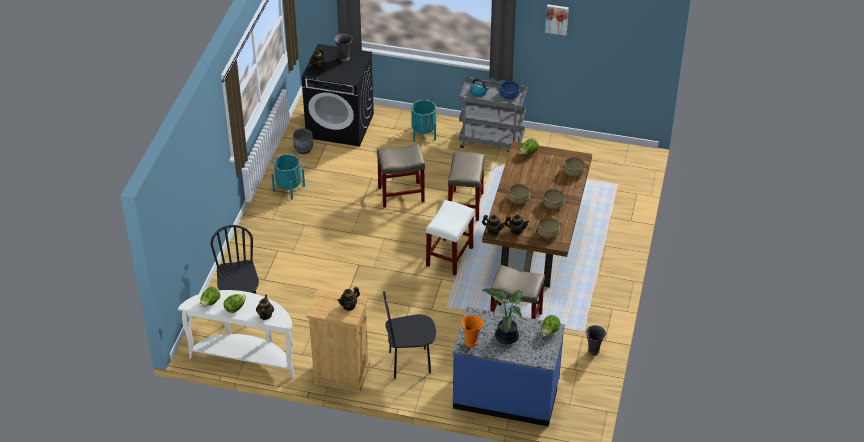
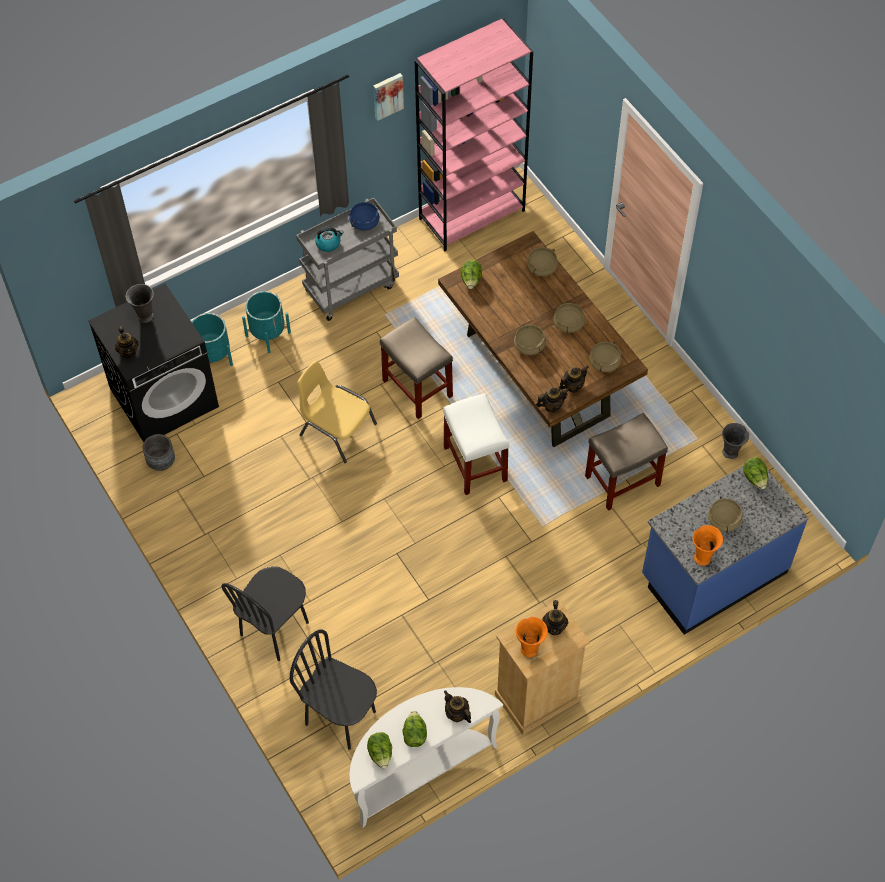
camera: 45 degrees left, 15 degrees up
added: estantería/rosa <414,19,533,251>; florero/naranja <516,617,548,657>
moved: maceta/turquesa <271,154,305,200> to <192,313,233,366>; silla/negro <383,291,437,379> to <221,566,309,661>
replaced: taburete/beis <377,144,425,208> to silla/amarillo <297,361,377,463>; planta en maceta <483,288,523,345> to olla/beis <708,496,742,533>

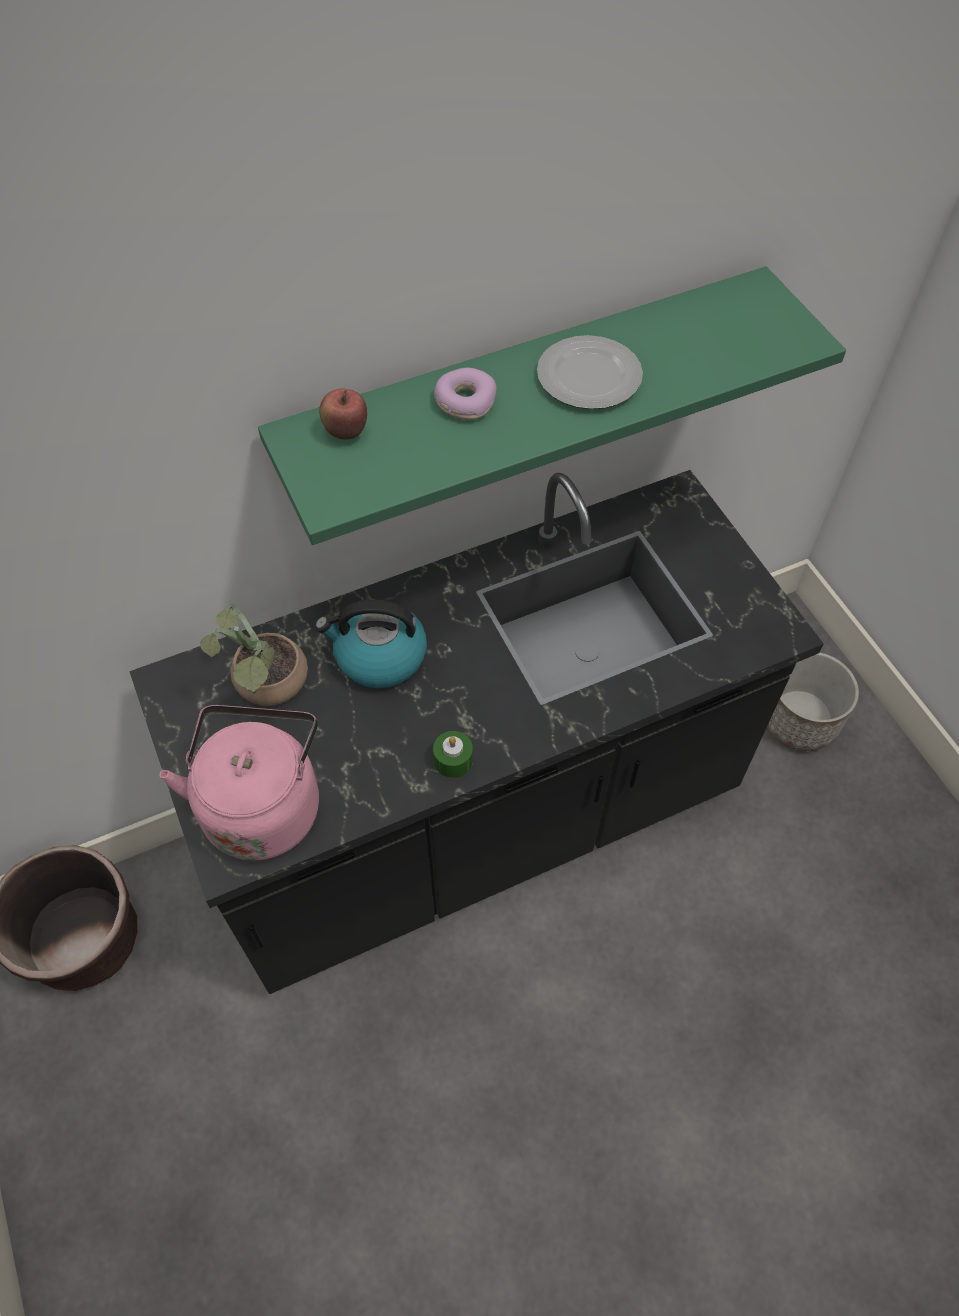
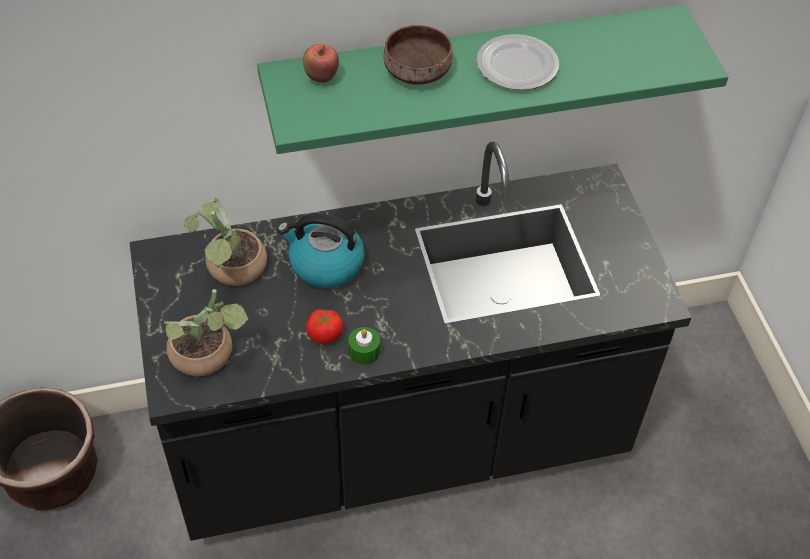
camera: 10 degrees right, 5 degrees down
removed: maceta <767,653,859,751>
added: tomate <306,309,343,344>
replaced: hervidor/rosa <160,705,319,861> to planta en maceta <164,289,250,377>; rosquilla <434,368,497,420> to cuenco/marrón <384,25,452,85>

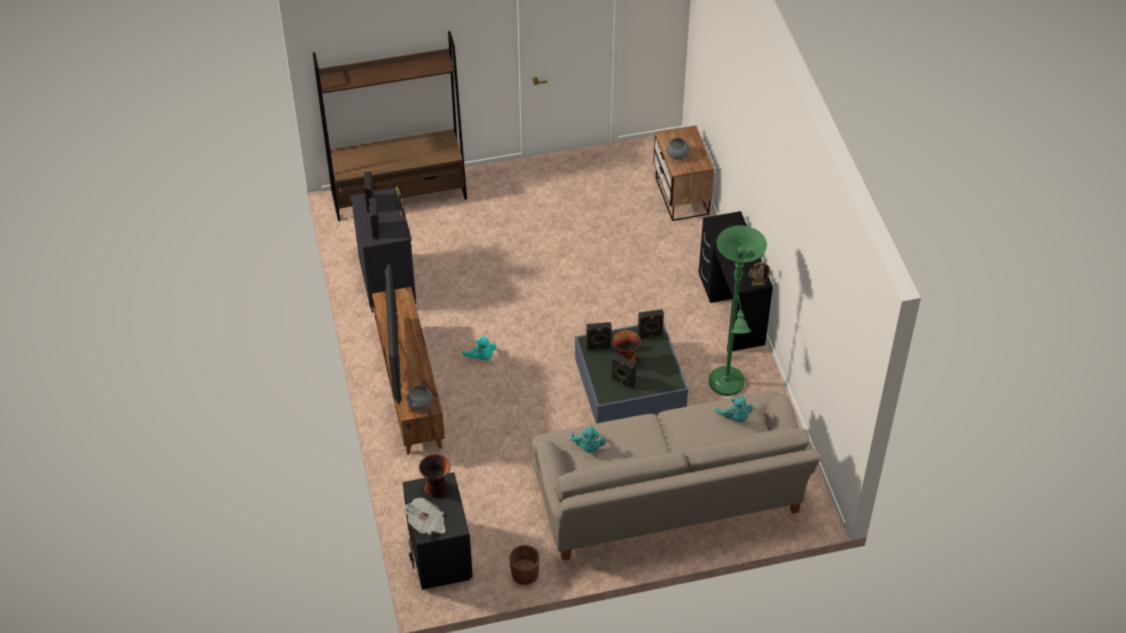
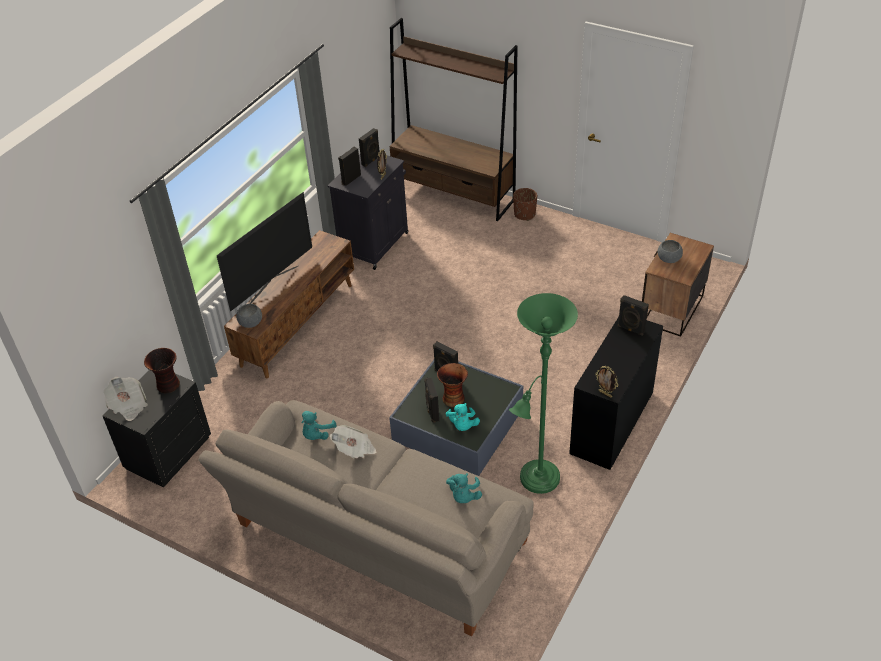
camera: 45 degrees right, 5 degrees down
added: periódico <330,425,377,459>
moved: peluche/turquesa <462,336,496,360> to <446,403,480,431>; maceta/marrón <509,545,540,585> to <513,188,537,221>; altavoz/negro <638,309,664,339> to <618,295,649,336>

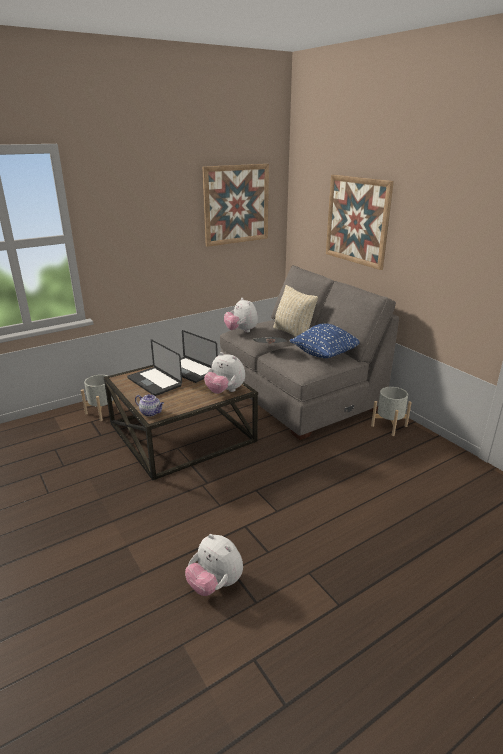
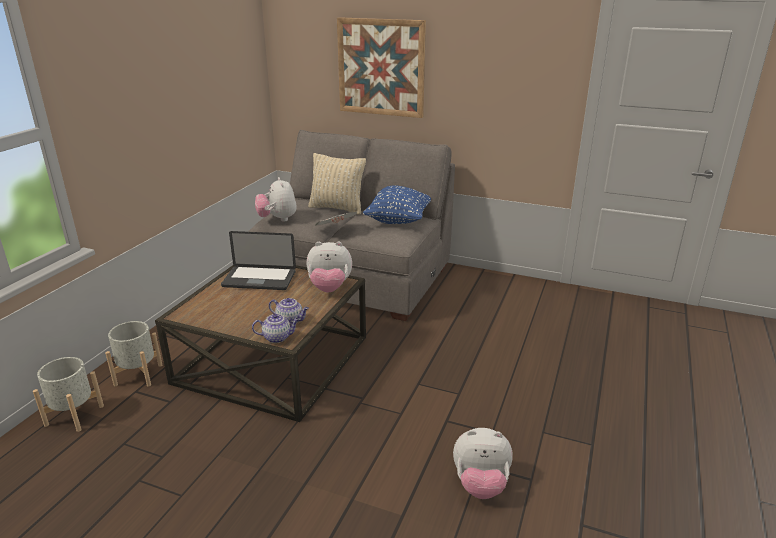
camera: 35 degrees left, 0 degrees up
removed: portátil <127,339,182,396>; cuadro <202,164,269,247>
added: tetera <269,298,309,323>
moved: maceta/gris <371,387,412,436> to <33,357,104,432>
turned: peluche <224,298,258,333> = <255,177,296,221> 45 degrees clockwise

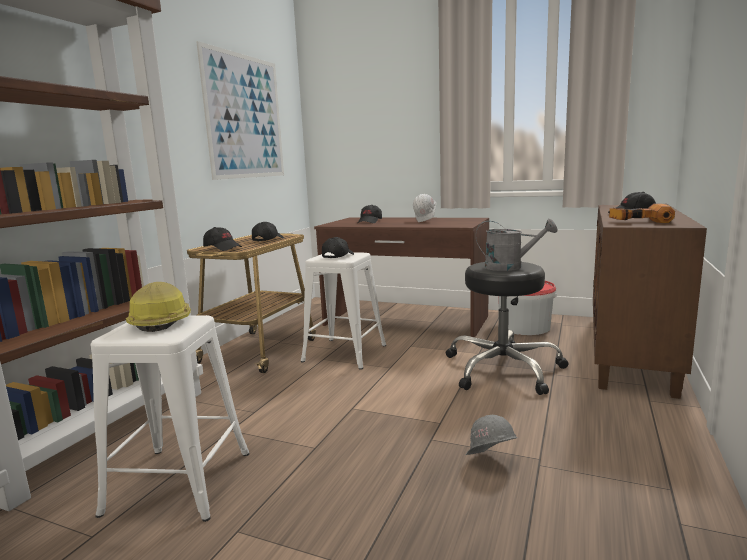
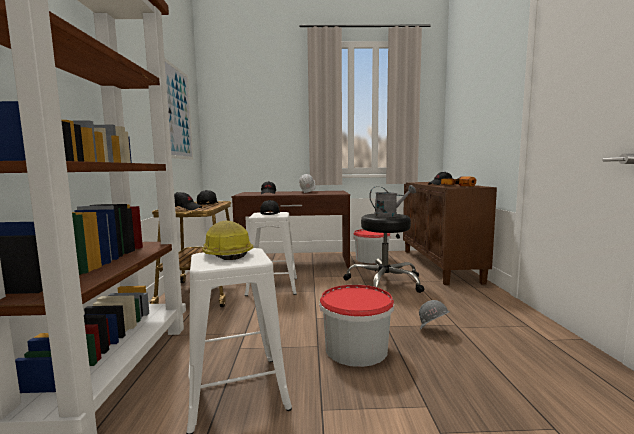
camera: 25 degrees left, 5 degrees down
added: cubo <319,285,394,367>

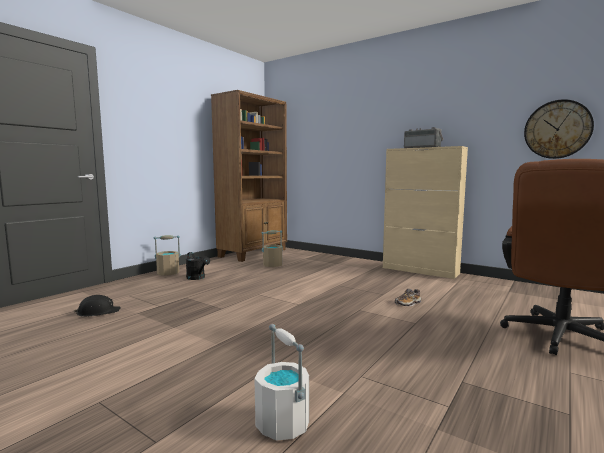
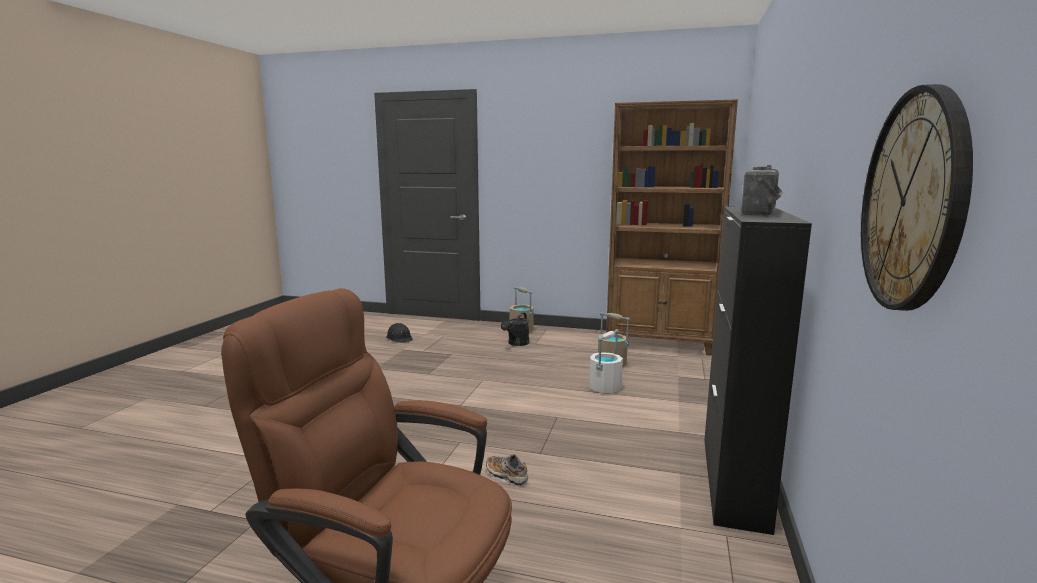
camera: 70 degrees right, 5 degrees up
moved: cubo/blanco <254,324,309,440> to <589,329,623,393>
recoloured: armario/beis <383,146,468,279> to armario/negro <704,207,812,535>

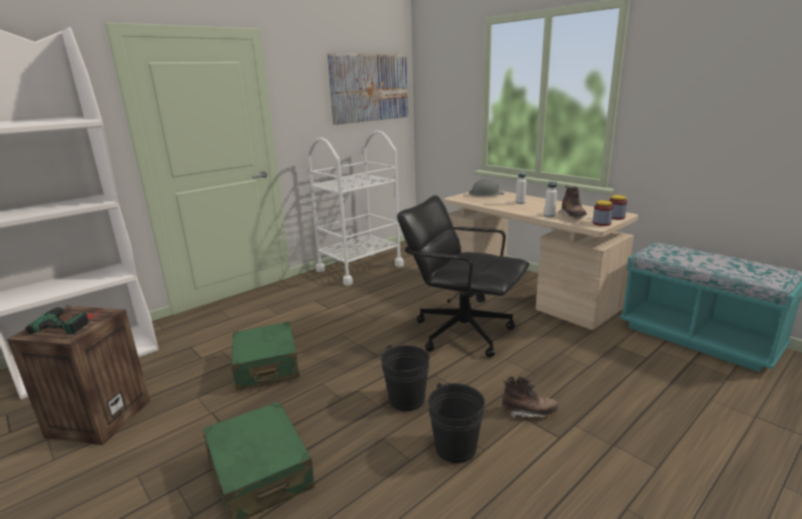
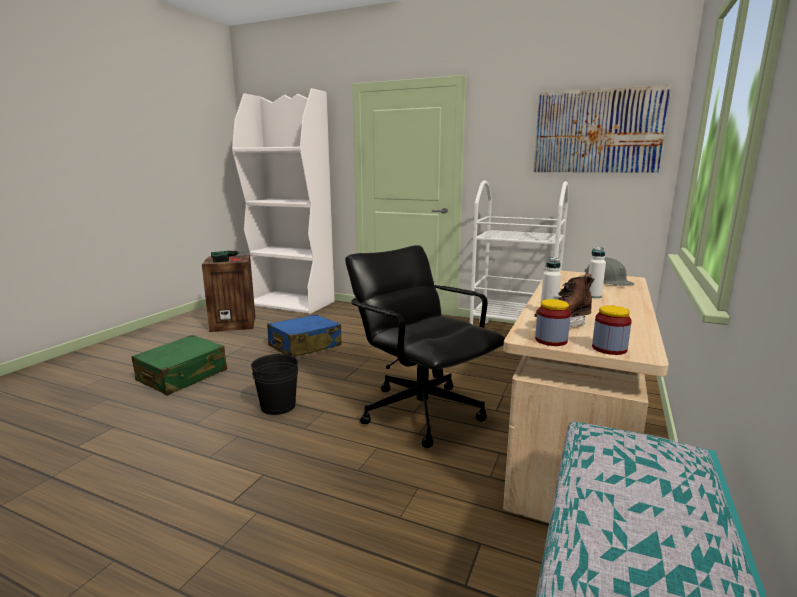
camera: 65 degrees right, 5 degrees down
removed: cubo/negro <428,383,485,463>; bota/marrón <502,376,559,418>
recoloured: maleta/verde <231,322,300,391> to maleta/azul <267,314,342,357>
turned: silla de oficina/negro <397,195,529,357> = <345,245,505,448> 45 degrees counterclockwise

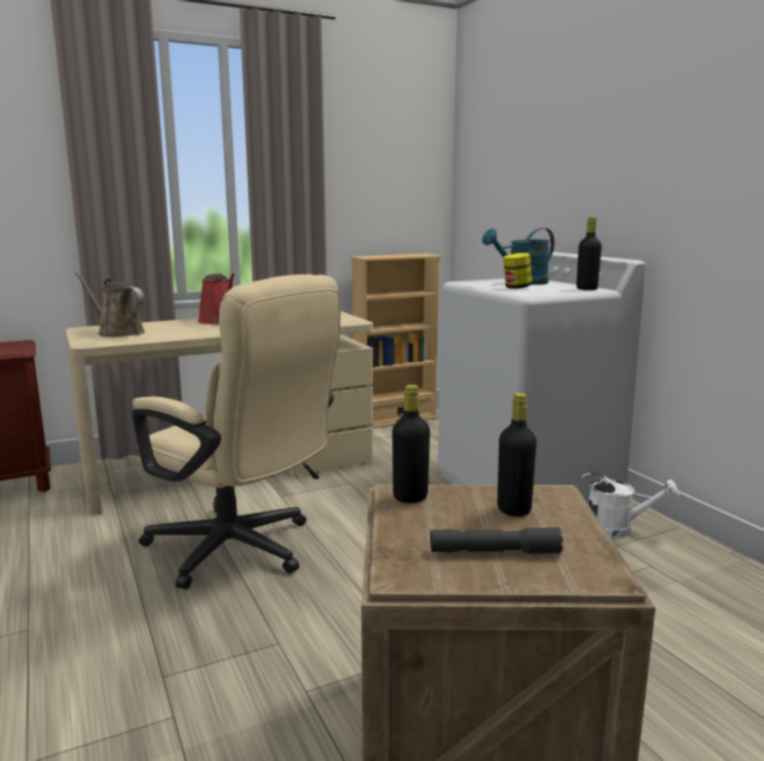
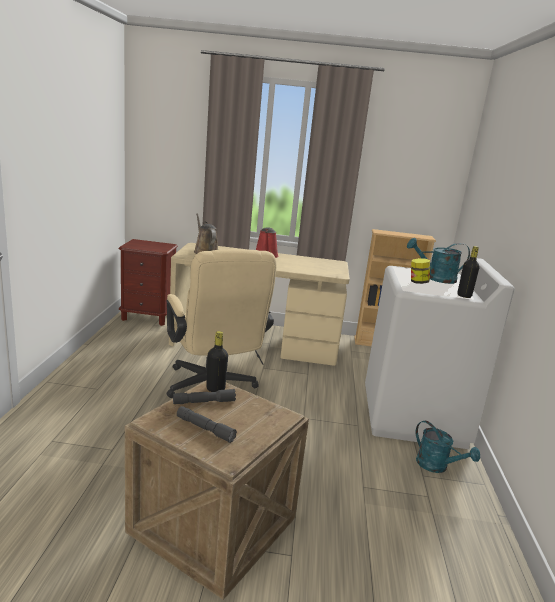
camera: 30 degrees right, 5 degrees up
removed: botella/negro <497,393,537,517>
added: linterna/gris <173,389,236,404>
recoloured: regadera/blanco <576,472,679,538> to regadera/turquesa <415,421,480,473>

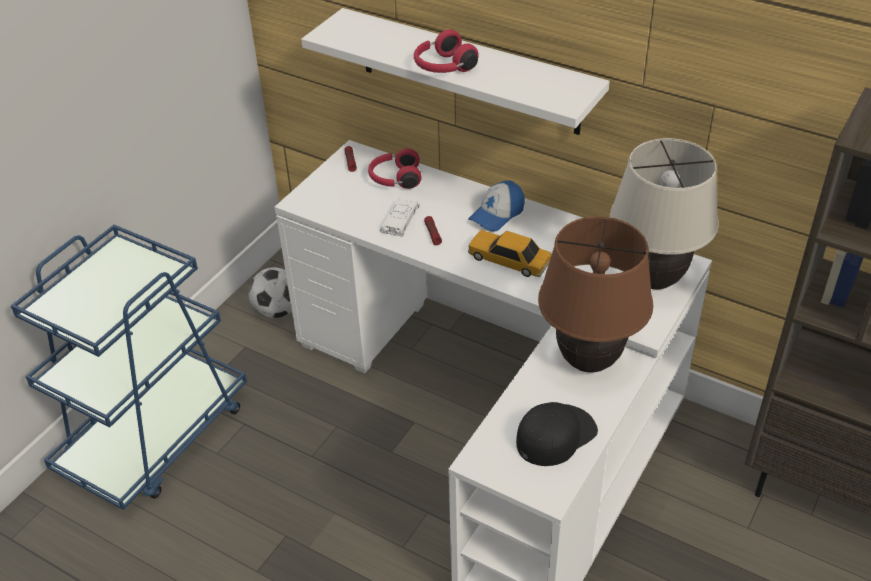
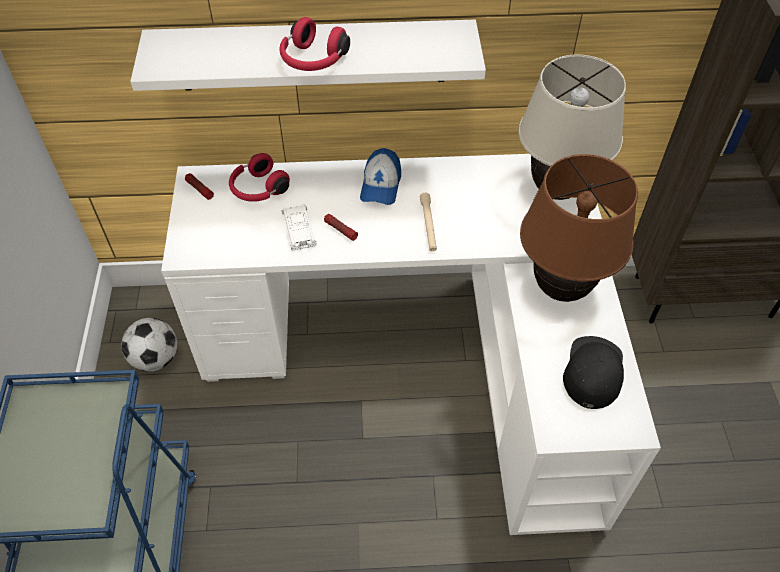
camera: 35 degrees left, 10 degrees up
replaced: coche de juguete <468,230,551,277> to linterna/beis <420,193,437,251>

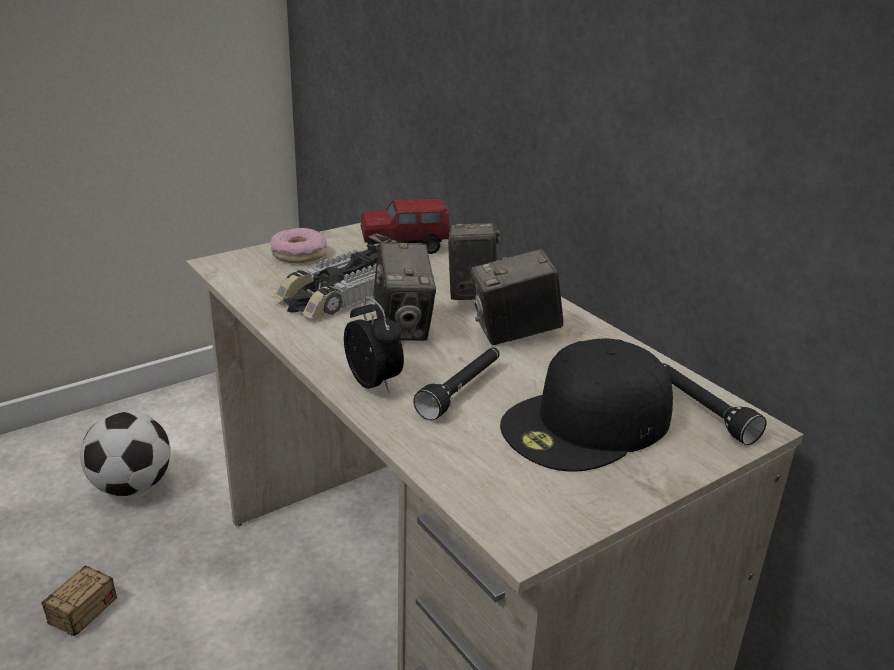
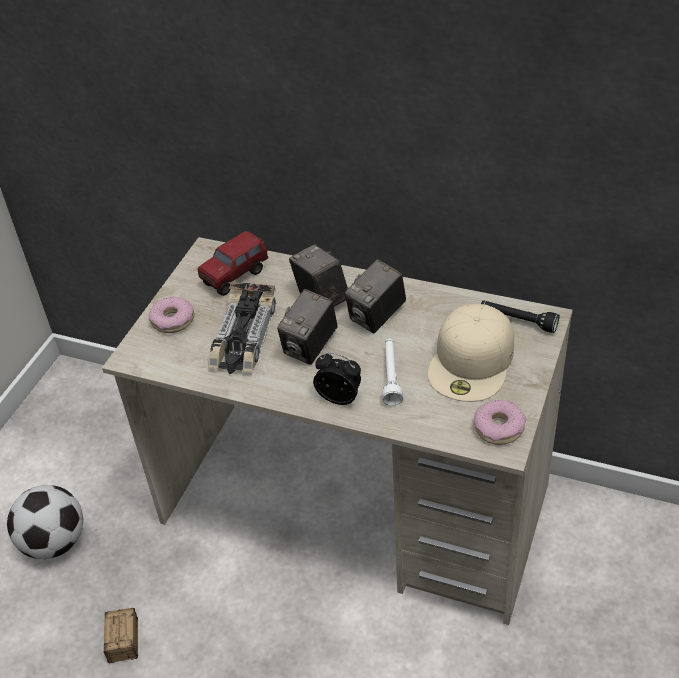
camera: 30 degrees left, 15 degrees up
added: rosquilla <474,400,526,445>
recoloured: linterna/negro <413,348,500,420> to linterna/blanco <382,339,403,406>; gorra/negro <500,338,673,472> to gorra/beis <428,304,514,402>
turned: cámara <373,242,436,341> = <277,289,338,365> 75 degrees clockwise

